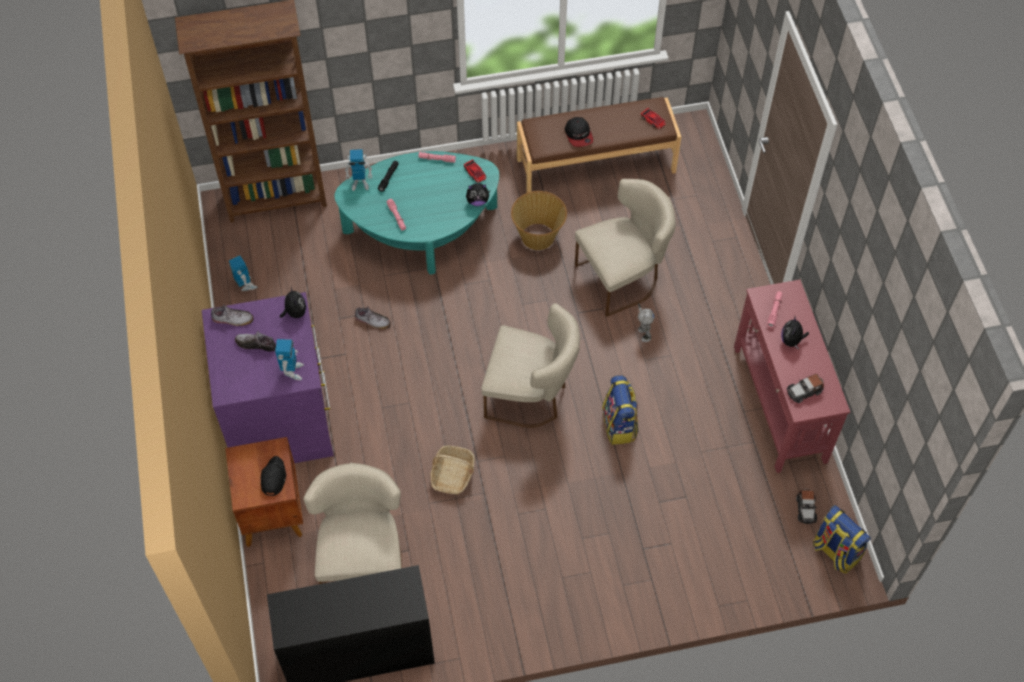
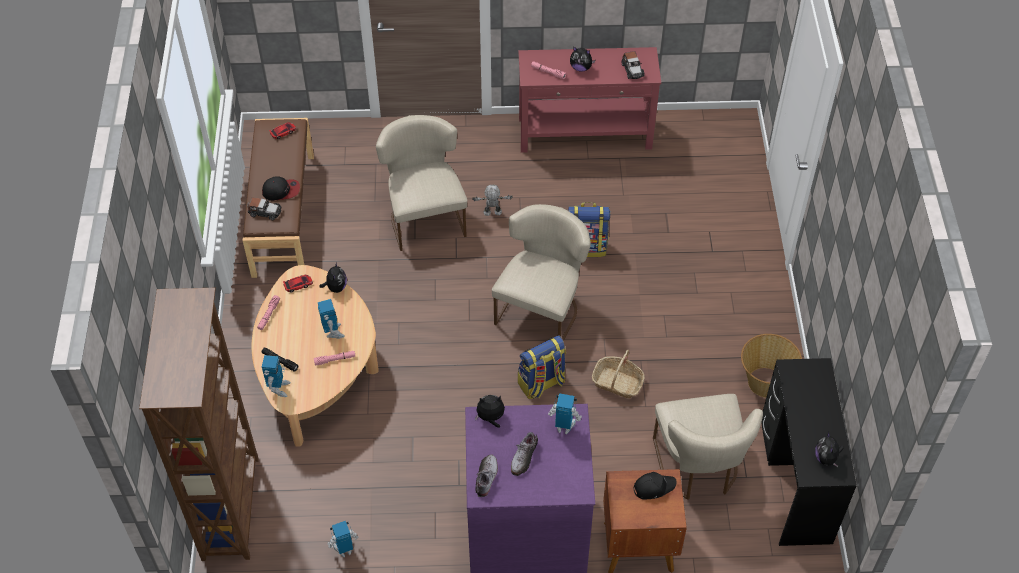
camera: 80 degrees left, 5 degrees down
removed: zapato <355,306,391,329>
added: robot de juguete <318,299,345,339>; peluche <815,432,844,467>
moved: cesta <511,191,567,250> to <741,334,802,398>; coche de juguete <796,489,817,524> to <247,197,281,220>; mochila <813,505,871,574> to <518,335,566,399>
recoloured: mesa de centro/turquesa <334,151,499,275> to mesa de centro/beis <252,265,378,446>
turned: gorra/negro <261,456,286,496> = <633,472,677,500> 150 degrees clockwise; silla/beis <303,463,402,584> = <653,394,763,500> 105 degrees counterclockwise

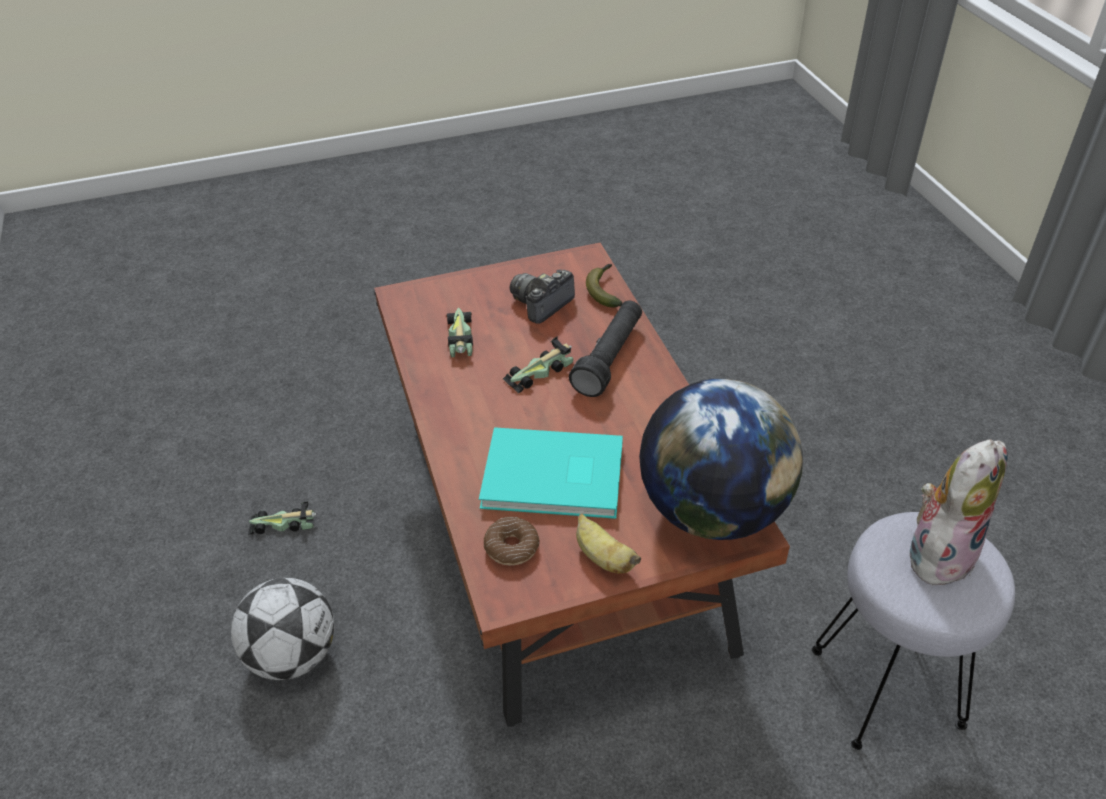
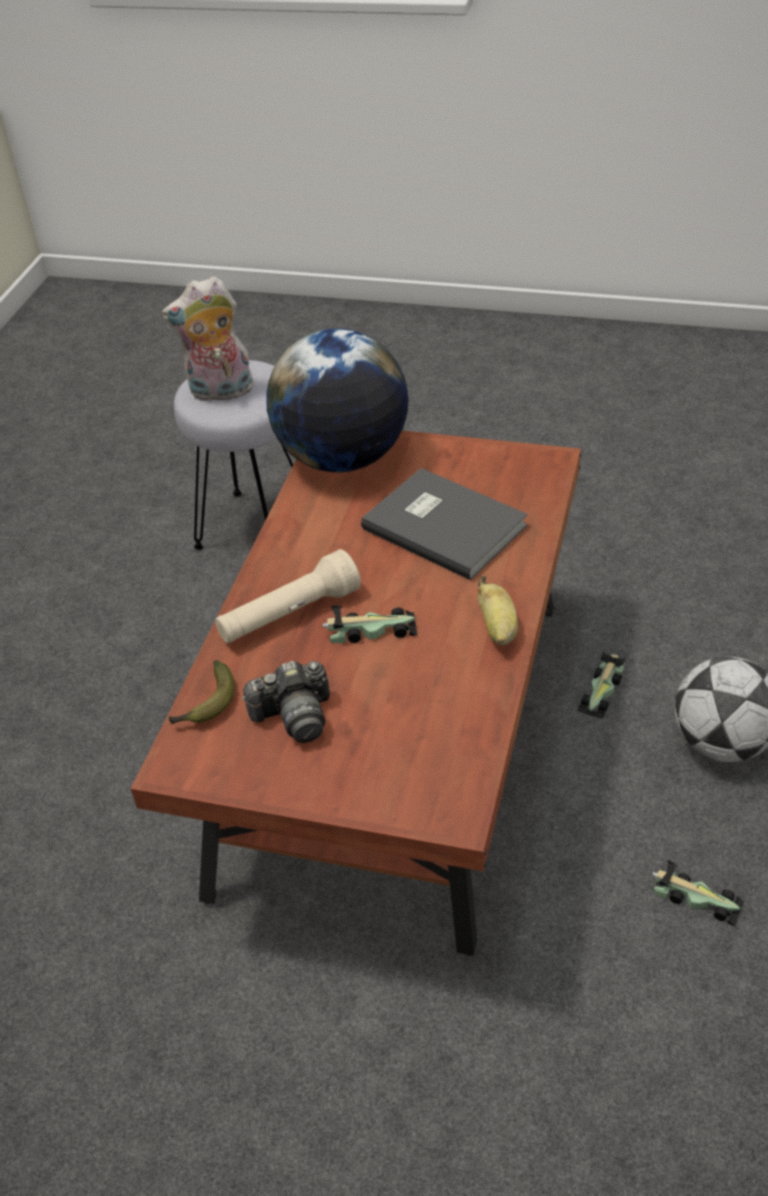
camera: 145 degrees left, 0 degrees up
removed: rosquilla <484,517,540,565>
moved: coche de juguete <447,308,473,357> to <577,651,625,719>; plátano <576,514,641,574> to <477,576,518,646>
recoloured: libro/turquesa <479,427,623,519> to libro/gris <361,468,528,580>; linterna/negro <569,301,642,397> to linterna/beis <215,549,361,643>

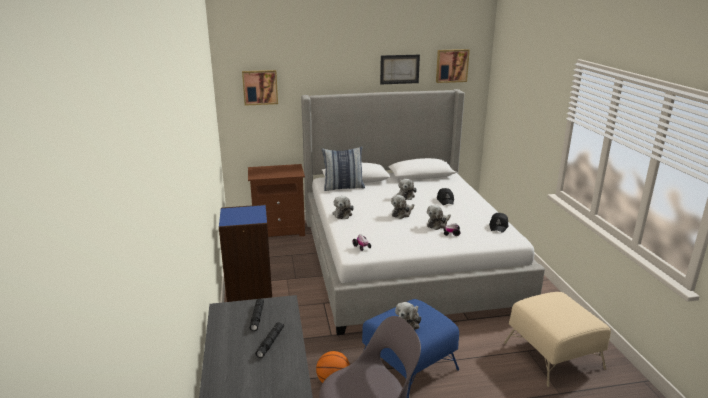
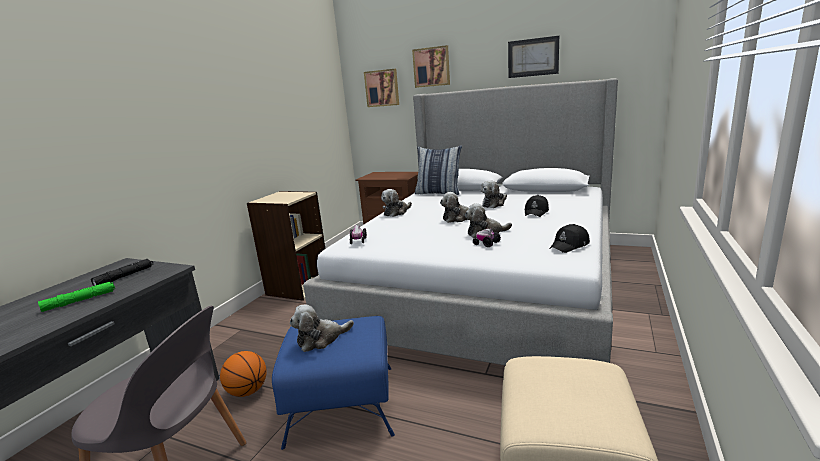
camera: 35 degrees right, 5 degrees down
moved: cuadro <436,49,470,83> to <412,45,450,88>
recoloured: estantería/azul <219,204,272,302> to estantería/beis <247,191,325,301>; linterna/negro <256,322,284,358> to linterna/verde <38,282,115,312>

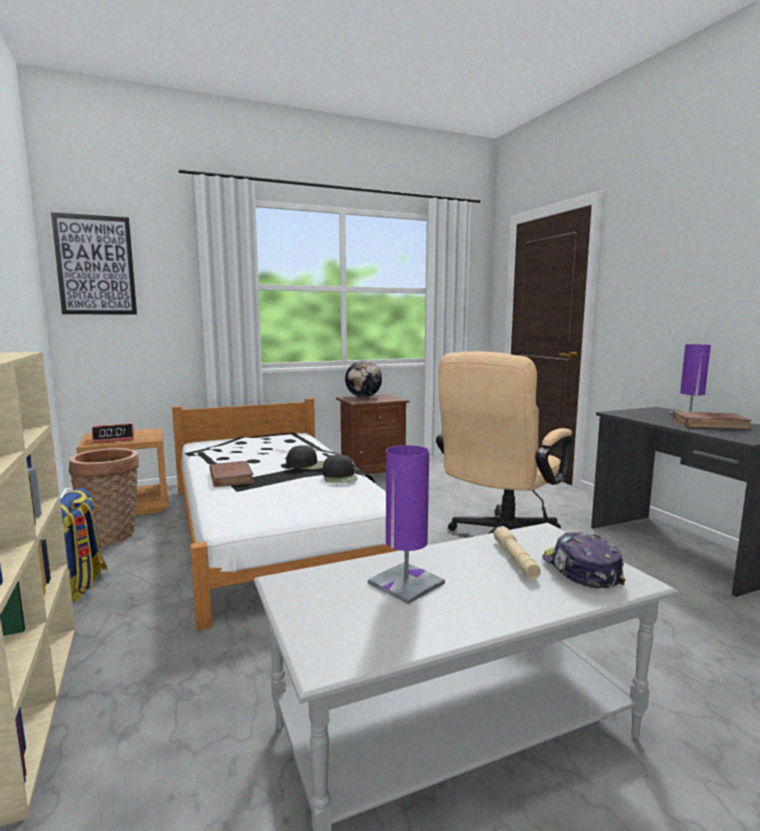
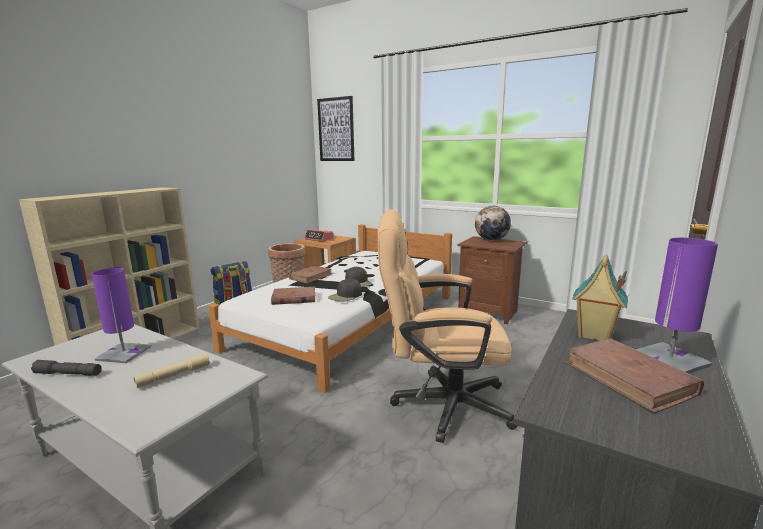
camera: 55 degrees right, 5 degrees up
removed: gorra <542,532,626,588>
added: linterna/gris <31,360,102,376>; libro/marrón <271,287,315,305>; casita <572,255,628,341>

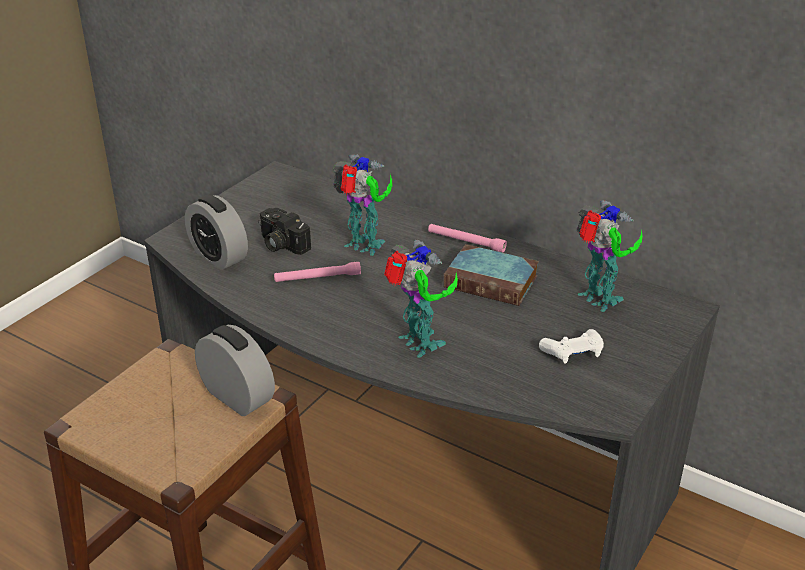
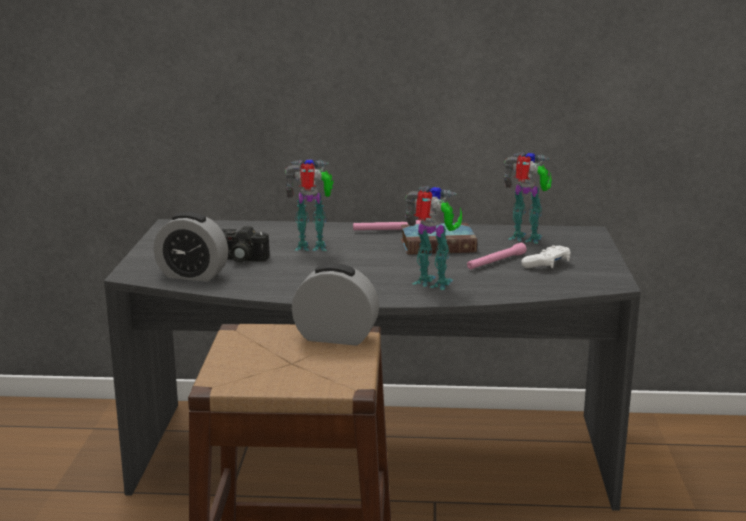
camera: 30 degrees left, 15 degrees down
moved: linterna/rosa <274,262,361,282> to <467,243,527,269>

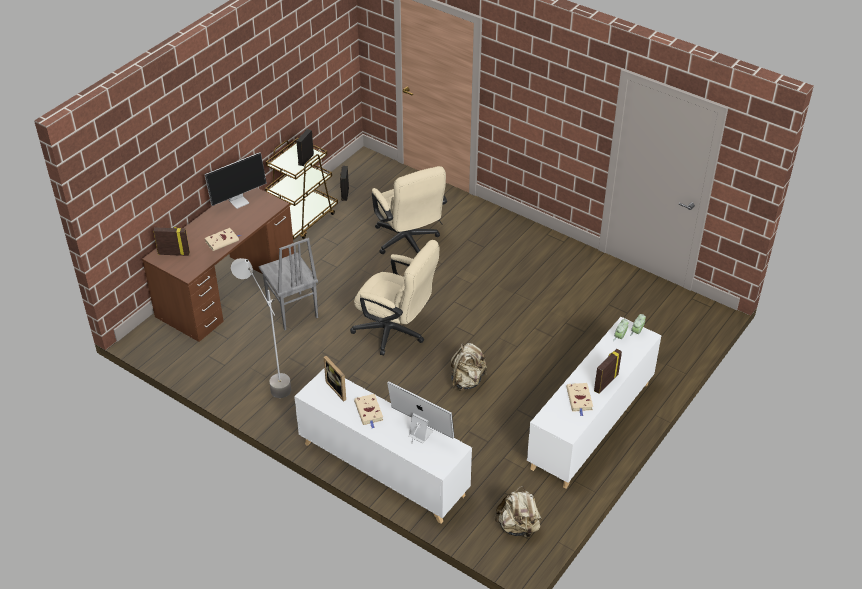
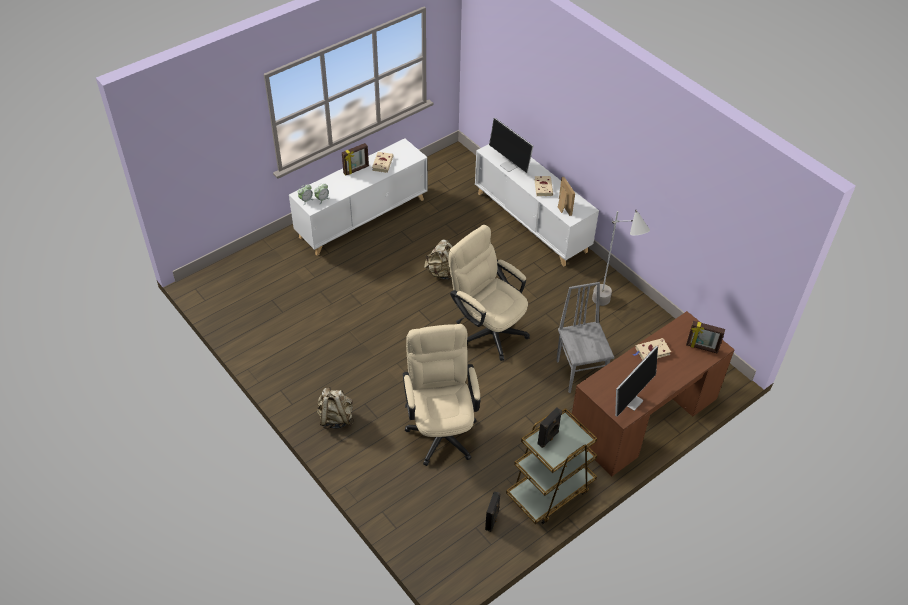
camera: 165 degrees left, 5 degrees up
moved: mochila/beis <495,486,542,539> to <317,387,354,429>
turned: monitor <204,152,267,209> = <615,346,658,417> 150 degrees clockwise

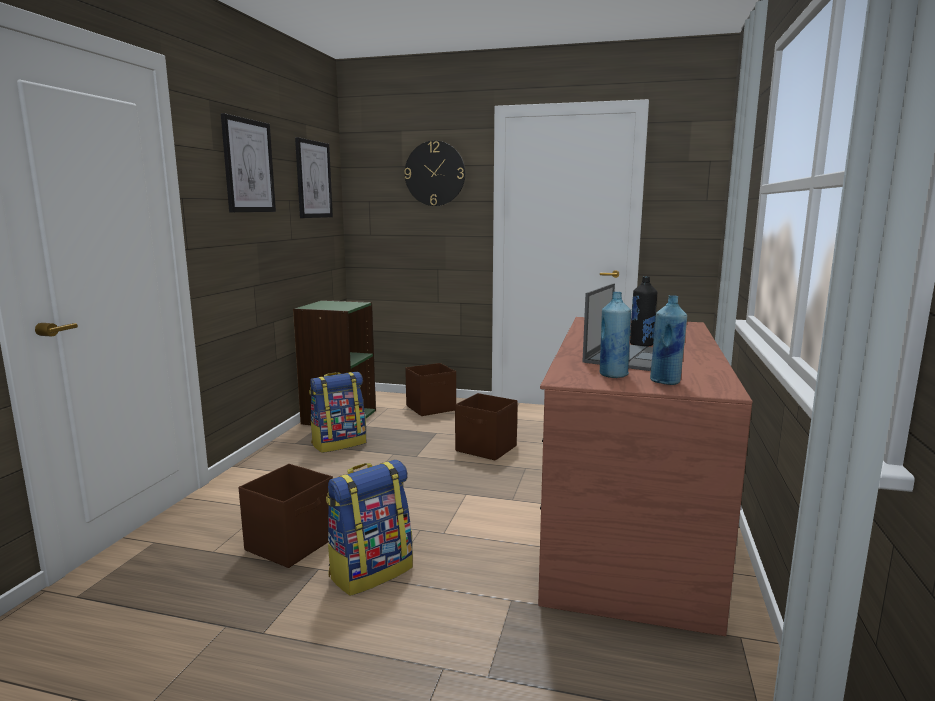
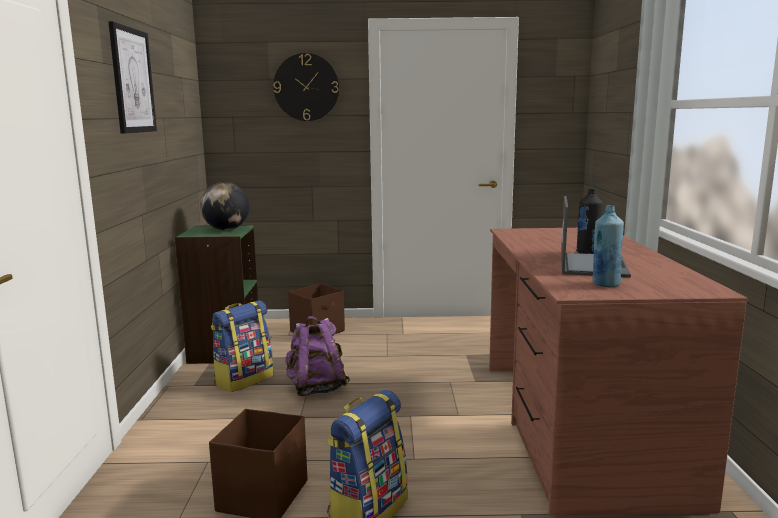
camera: 15 degrees left, 0 degrees up
removed: cuadro <295,137,333,218>; caja de almacenaje/marrón <455,393,518,461>; botella/azul <650,295,687,385>
added: globo terráqueo <200,182,250,230>; mochila/morado <285,316,350,396>

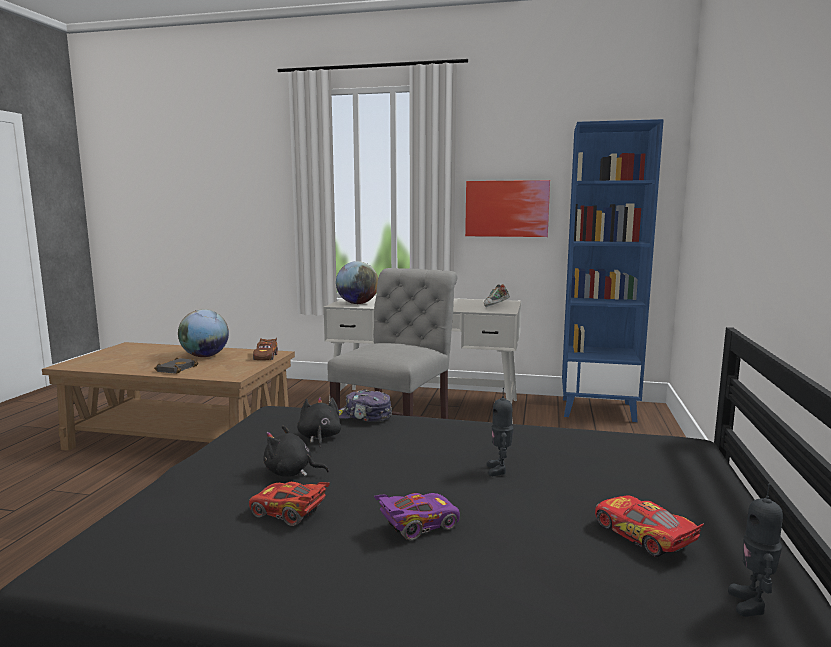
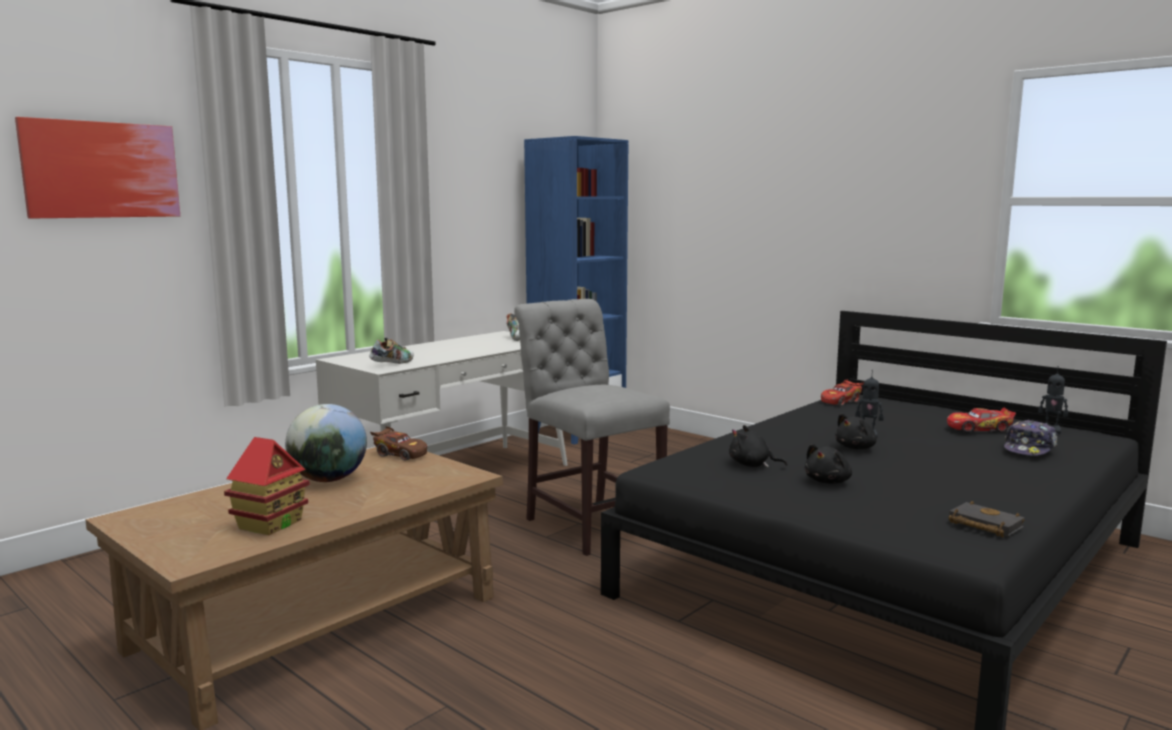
camera: 60 degrees left, 0 degrees up
removed: coche de juguete/morado <374,493,460,541>
added: casita <224,437,310,535>; peluche/negro <835,413,877,449>
moved: libro/negro <154,357,199,374> to <949,501,1025,537>; coche de juguete/rojo <249,482,330,526> to <821,379,864,406>; gorra <339,389,392,422> to <1004,420,1058,456>; cuadro <465,180,550,237> to <15,117,180,219>
replaced: globo terráqueo <336,261,378,304> to zapato <369,338,414,364>

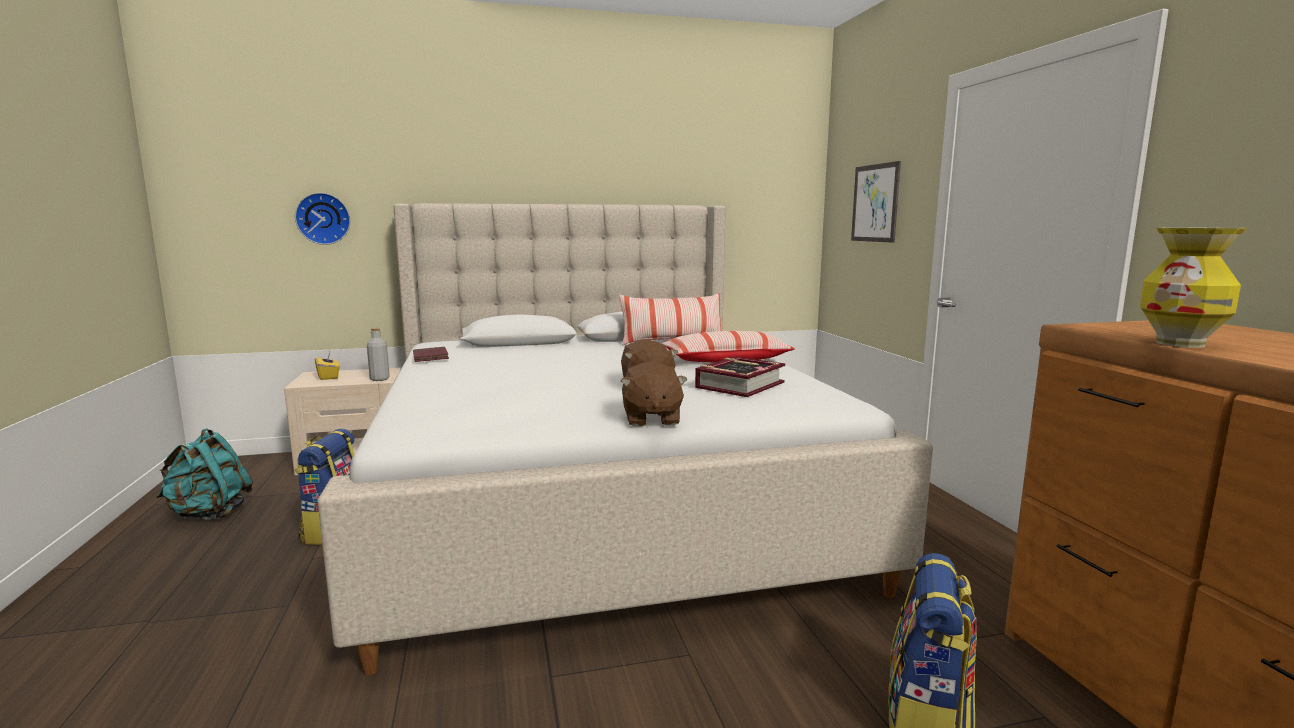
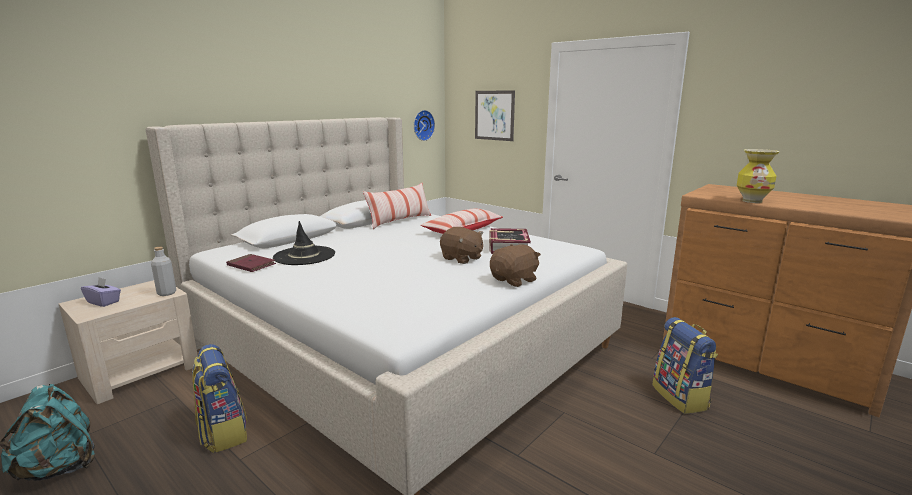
camera: 35 degrees left, 5 degrees up
added: sombrero/negro <273,221,335,265>
moved: reloj de pared <295,193,350,245> to <414,110,435,141>
recoloured: caja de pañuelos/amarillo <315,352,340,380> to caja de pañuelos/morado <81,277,121,307>
turned: peluche/marrón <621,362,687,427> = <490,244,541,287> 90 degrees counterclockwise

